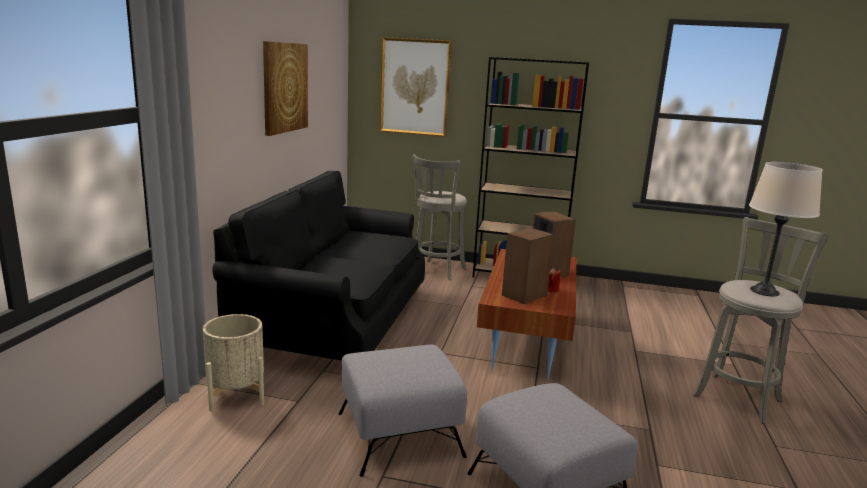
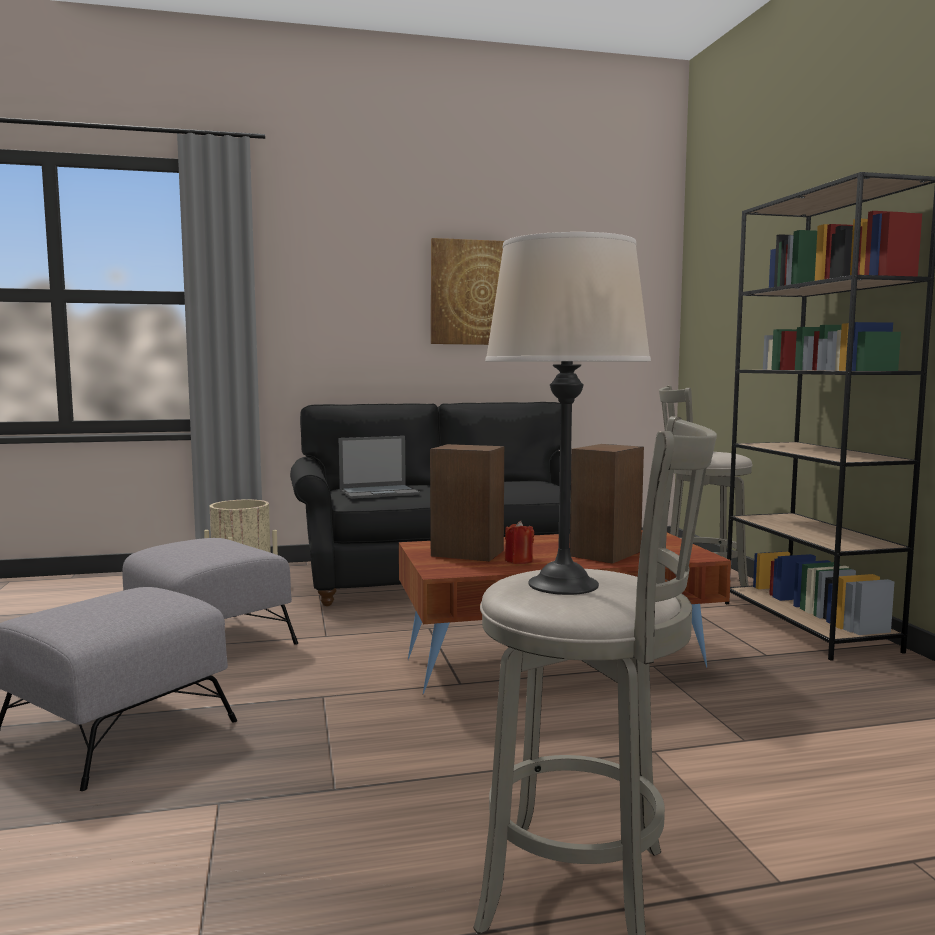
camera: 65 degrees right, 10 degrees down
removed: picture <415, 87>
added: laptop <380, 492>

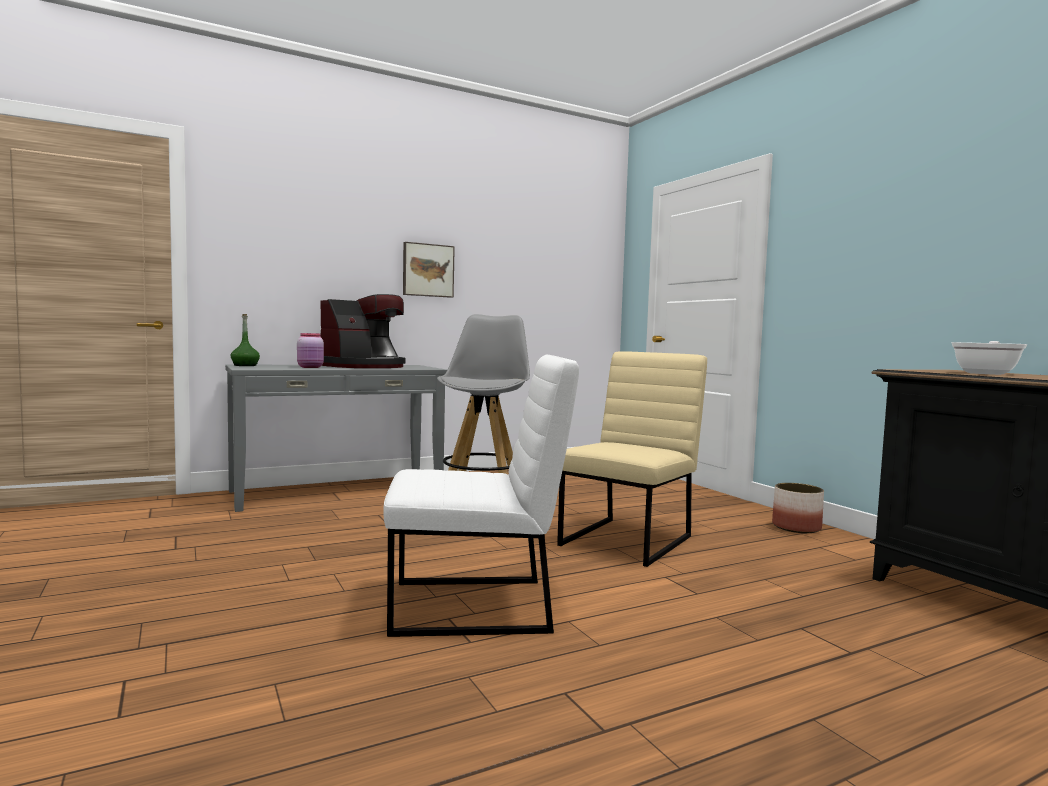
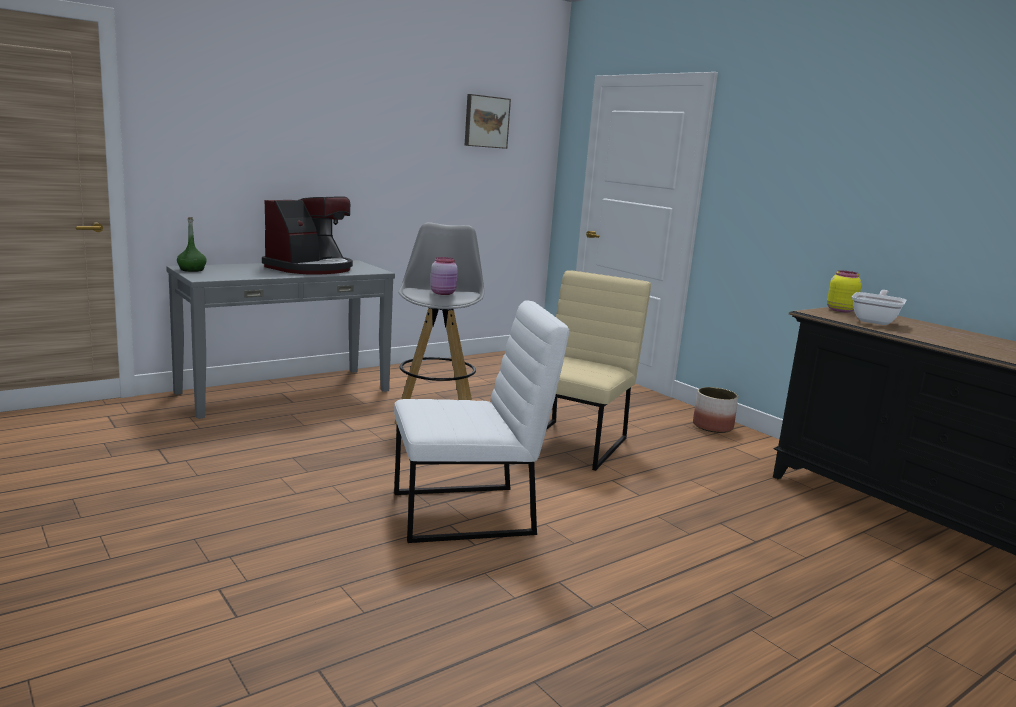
camera: 10 degrees left, 10 degrees up
added: yellow jar <839, 310>
moved: pink jar <311, 367> to <443, 293>; picture <427, 270> to <486, 121>

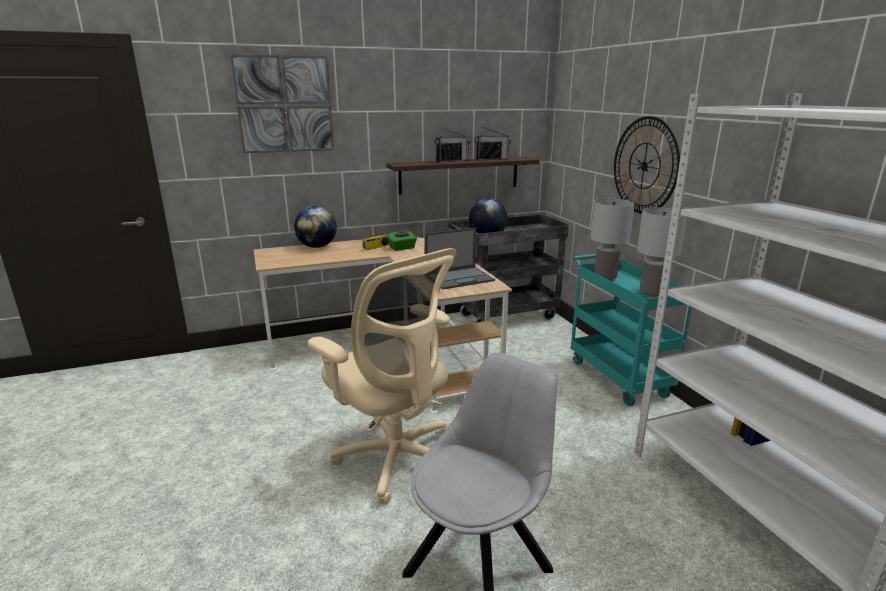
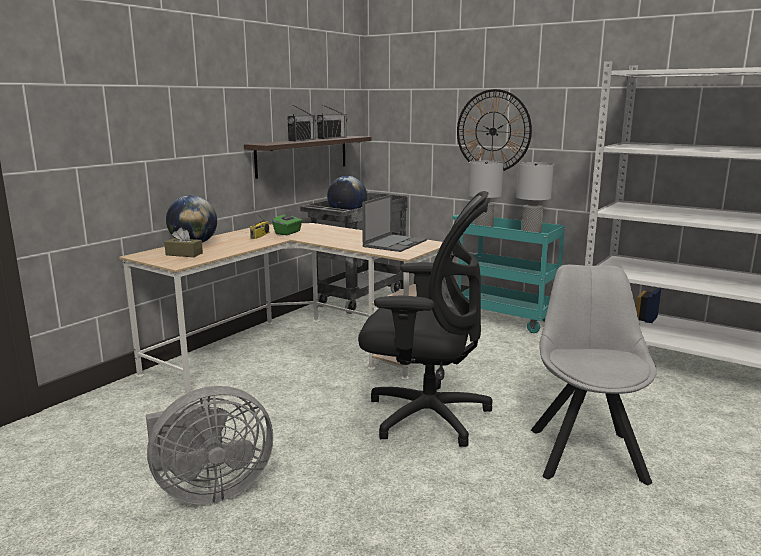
camera: 35 degrees left, 5 degrees down
removed: picture <284, 104>
added: grey fan <209, 490>; brown tissue box <184, 254>
recoloured: beige office chair <392, 456> to black office chair <420, 417>

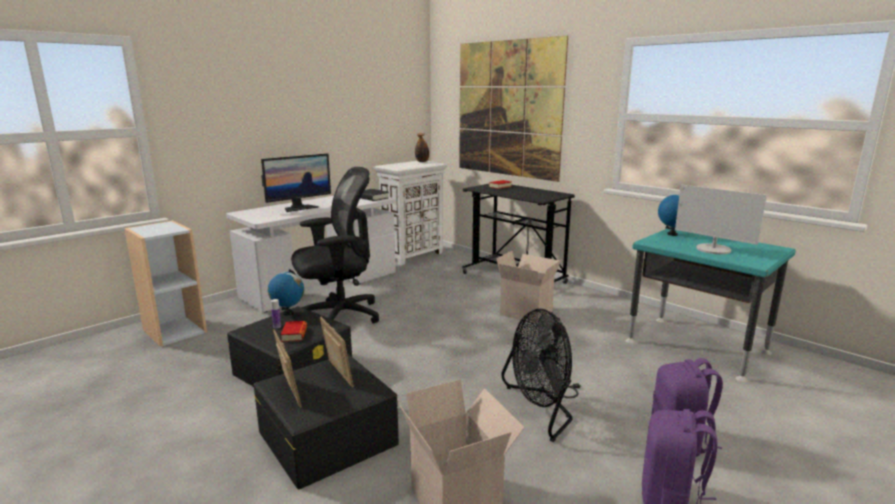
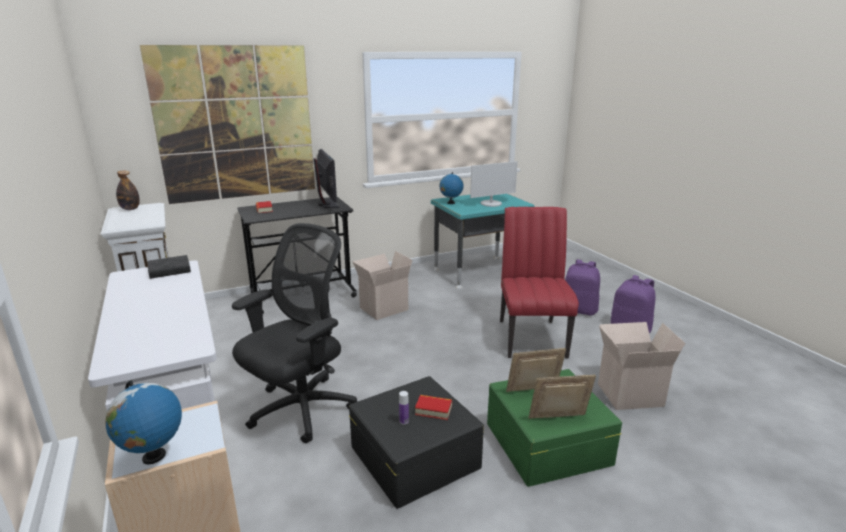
camera: 70 degrees left, 5 degrees up
moved: monitor <299, 208> to <327, 204>; globe <288, 313> to <153, 457>
replaced: black fan <544, 406> to red chair <532, 339>
recoloured: black storage box <327, 437> to green storage box <546, 443>
turned: black office chair <336, 317> = <298, 412> 45 degrees clockwise

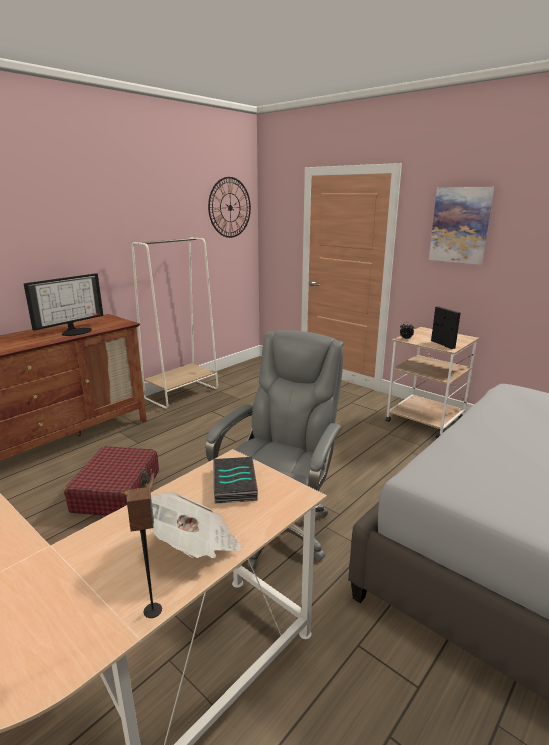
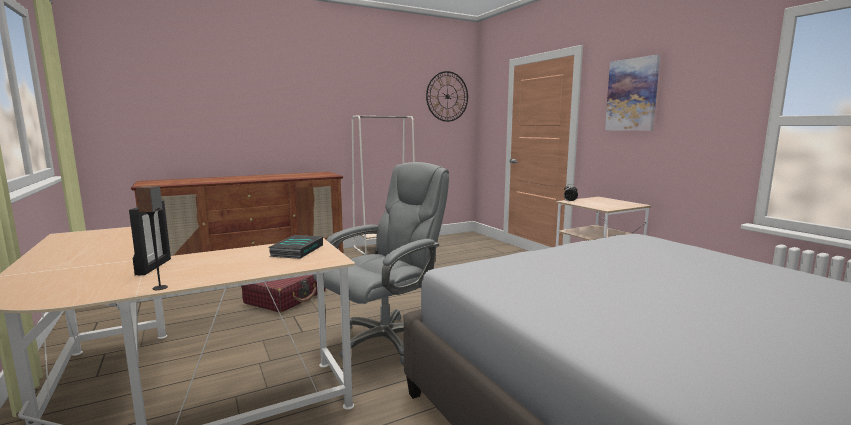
camera: 20 degrees right, 10 degrees down
removed: monitor <75, 331>; newspaper <194, 545>
moved: picture frame <442, 344> to <153, 266>

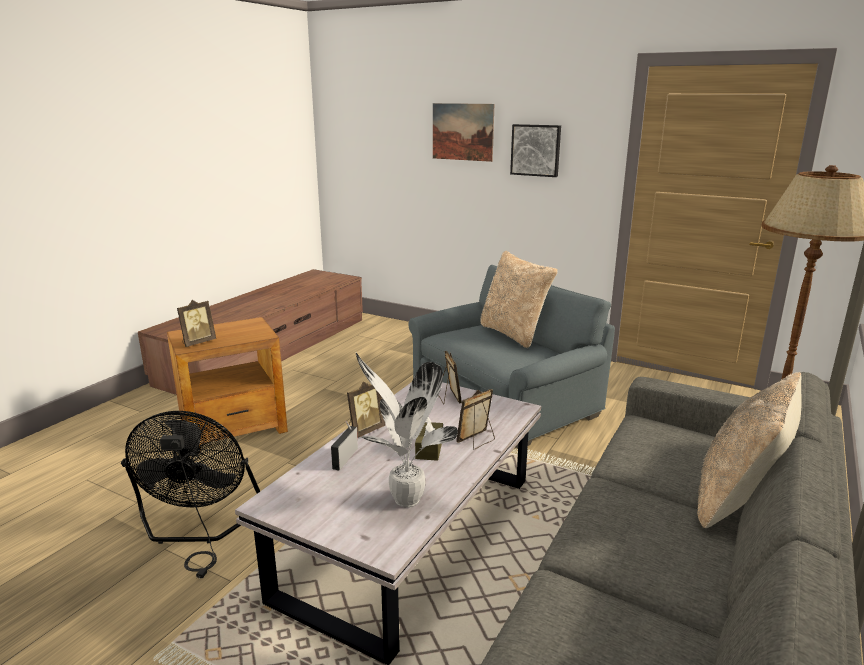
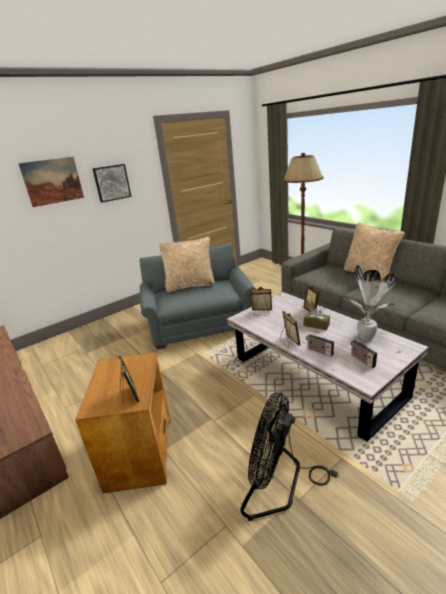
camera: 65 degrees left, 5 degrees up
added: radio <361, 360>

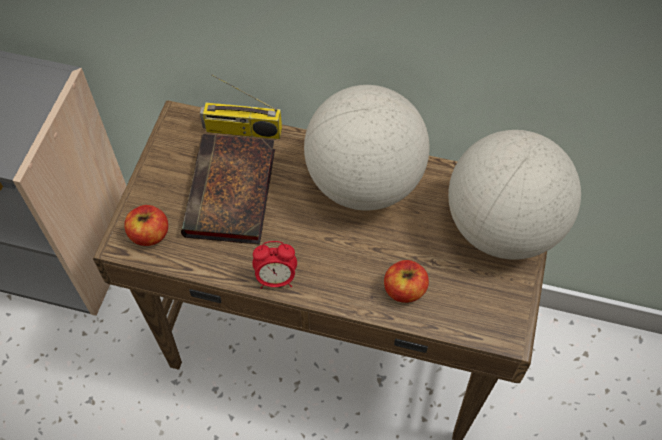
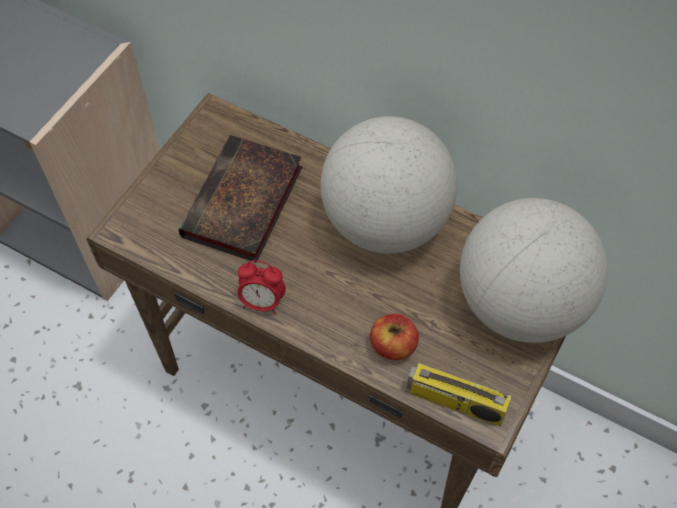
camera: 15 degrees right, 0 degrees up
removed: apple <150, 234>
moved: radio <242, 130> to <454, 402>

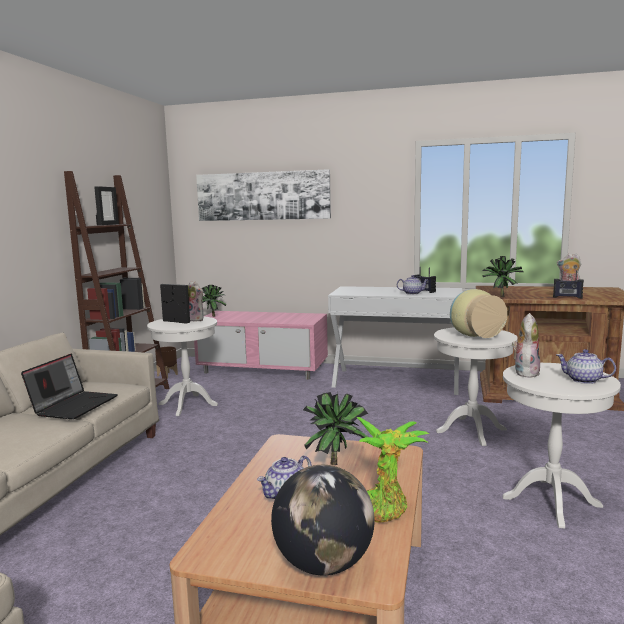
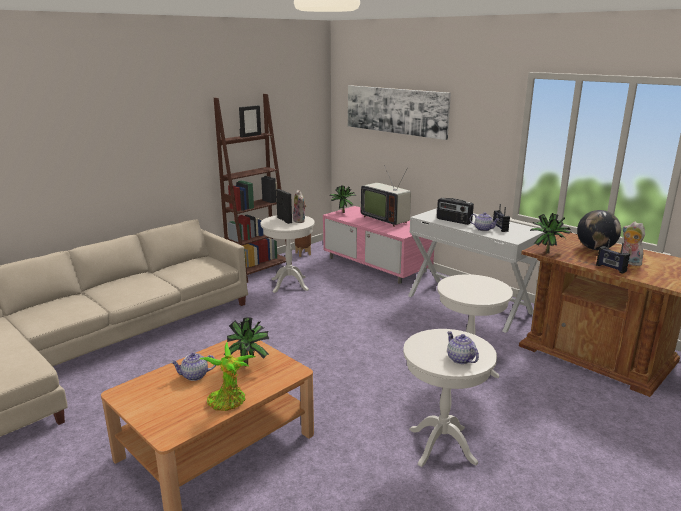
camera: 30 degrees right, 10 degrees up
removed: laptop <74, 405>; vase <474, 336>; plush toy <525, 372>
added: television <386, 219>; radio <453, 221>
moved: globe <323, 564> to <595, 249>

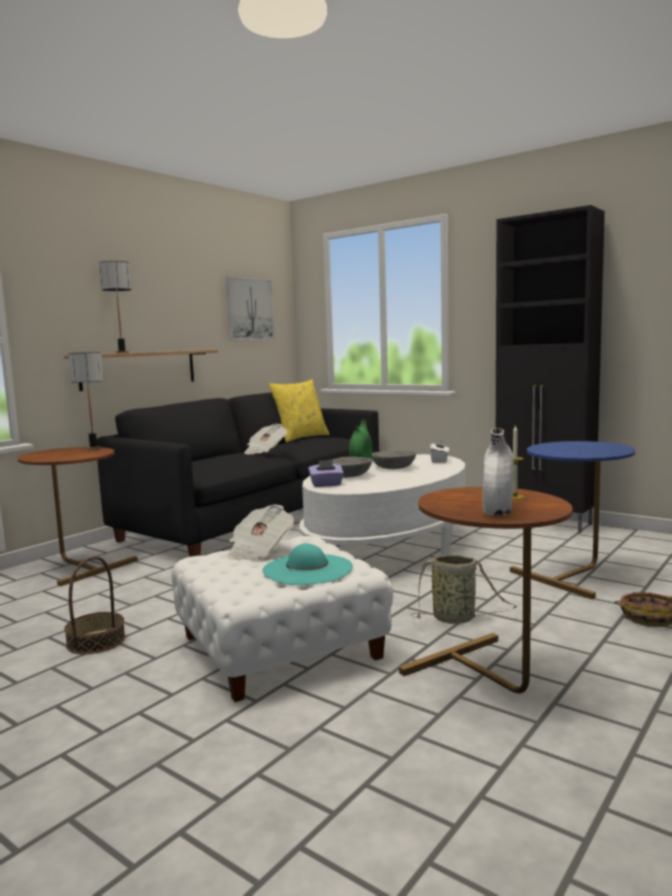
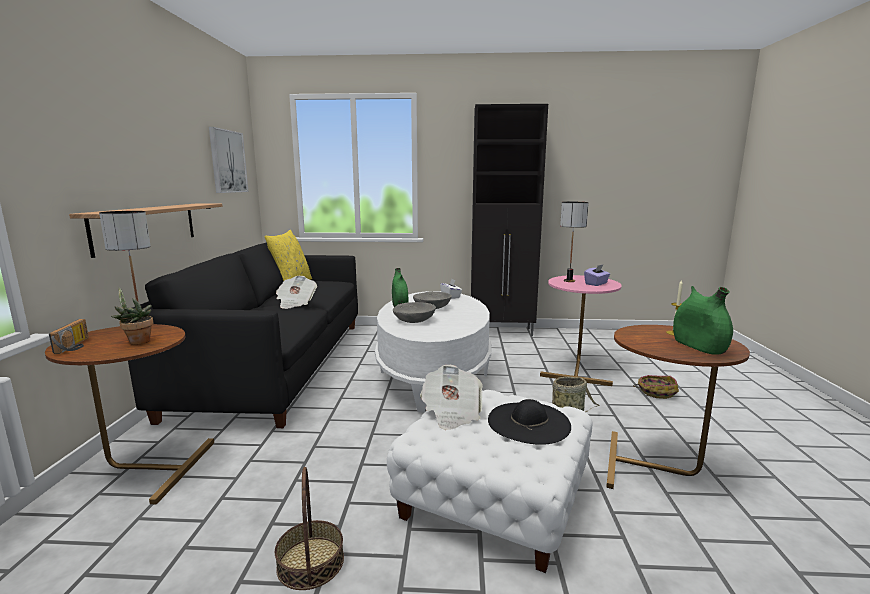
camera: 35 degrees left, 5 degrees up
added: radio <76, 346>; potted plant <137, 341>
moved: table lamp <122, 352> to <569, 281>; purple tissue box <326, 485> to <596, 284>
recoloured: turquoise hat <307, 569> to black hat <529, 422>; white vase <498, 509> to green vase <698, 347>; blue side table <576, 574> to pink side table <577, 369>

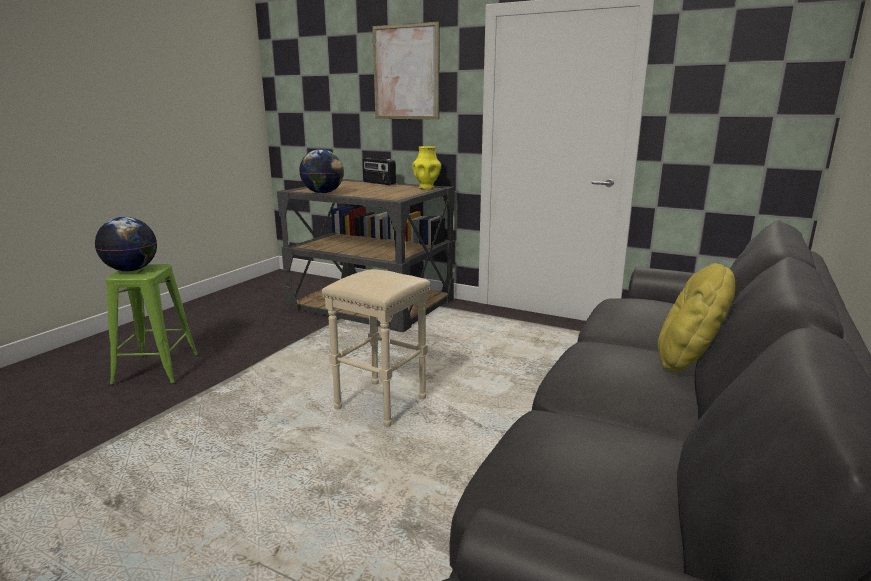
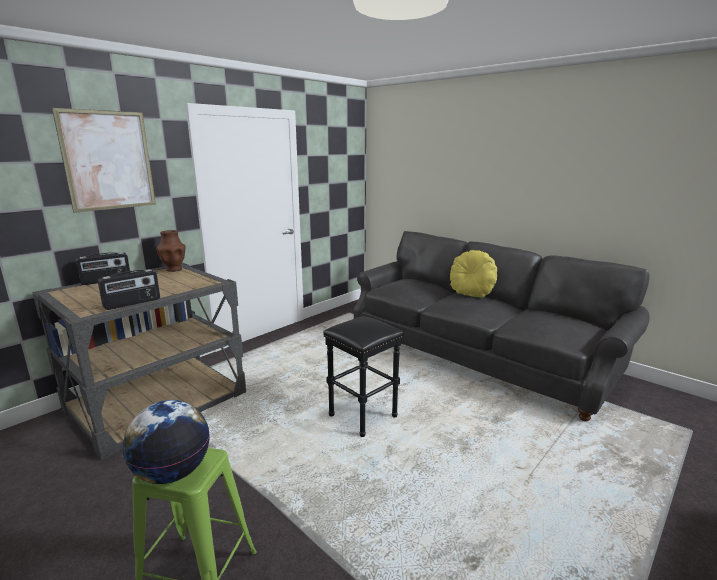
camera: 75 degrees left, 0 degrees up
replaced: globe <323, 193> to radio <132, 303>
recoloured: beige stool <381, 404> to black stool <364, 416>; yellow vase <426, 188> to brown vase <174, 269>

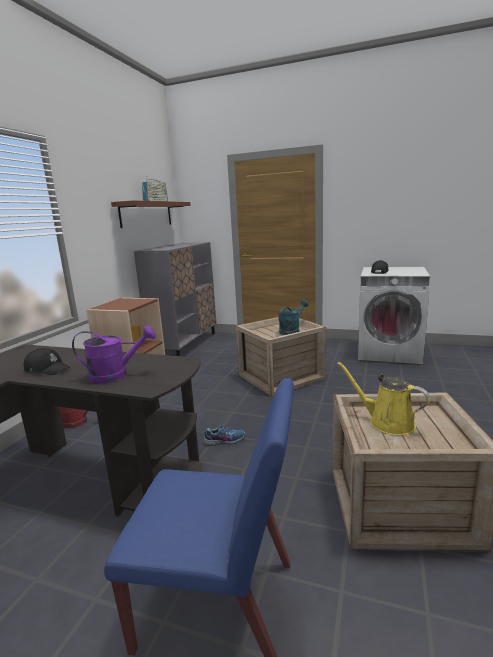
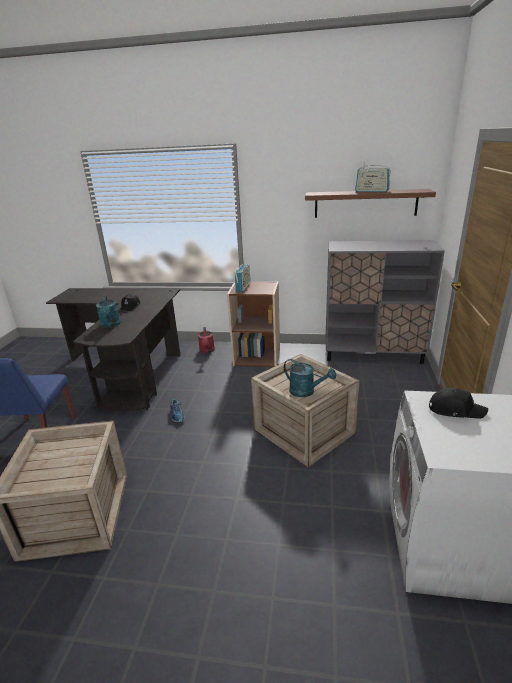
camera: 80 degrees right, 10 degrees up
removed: yellow watering can <387, 422>
added: radio <243, 287>
recoloured: purple watering can <116, 375> to turquoise watering can <110, 325>

